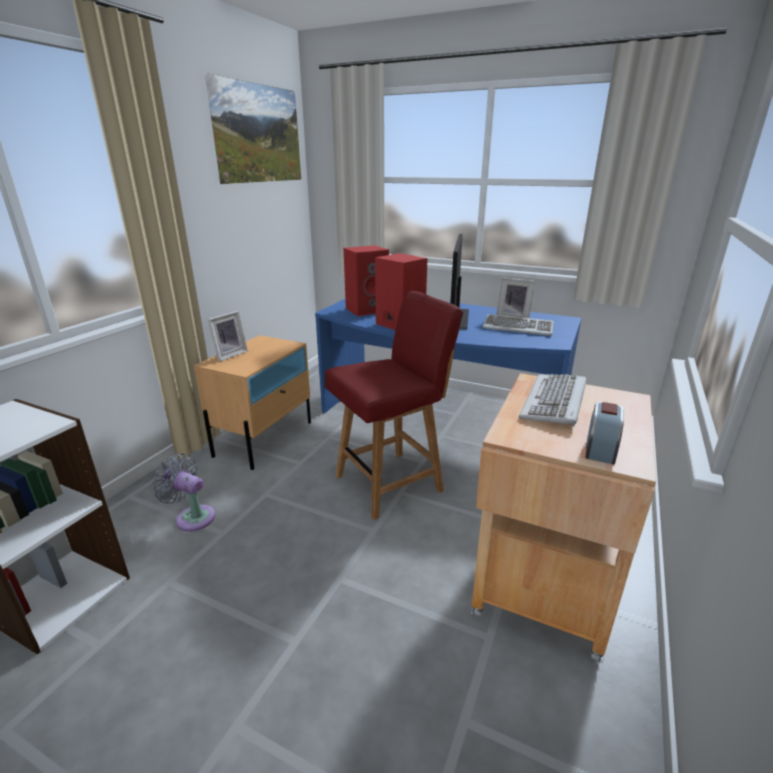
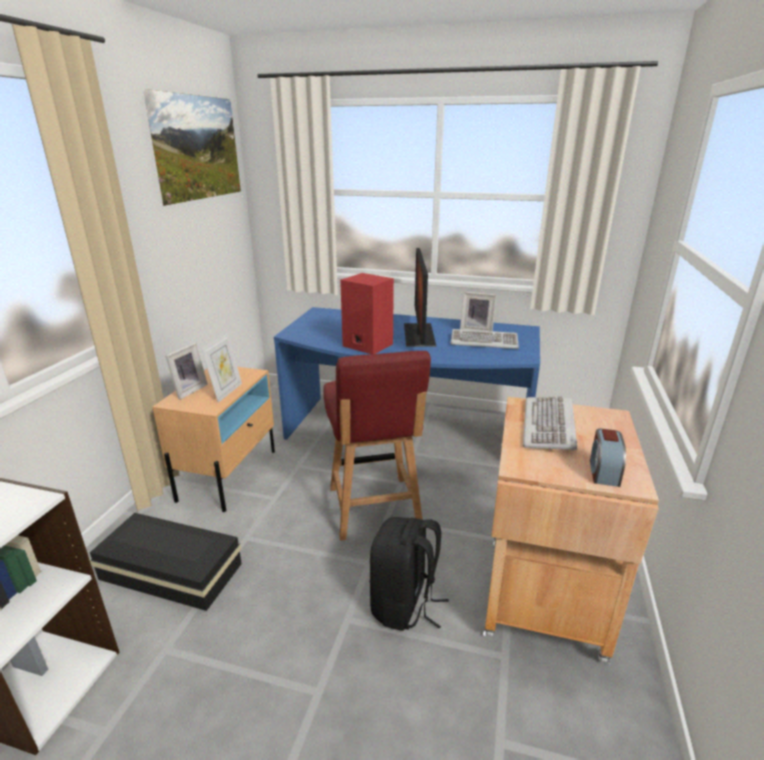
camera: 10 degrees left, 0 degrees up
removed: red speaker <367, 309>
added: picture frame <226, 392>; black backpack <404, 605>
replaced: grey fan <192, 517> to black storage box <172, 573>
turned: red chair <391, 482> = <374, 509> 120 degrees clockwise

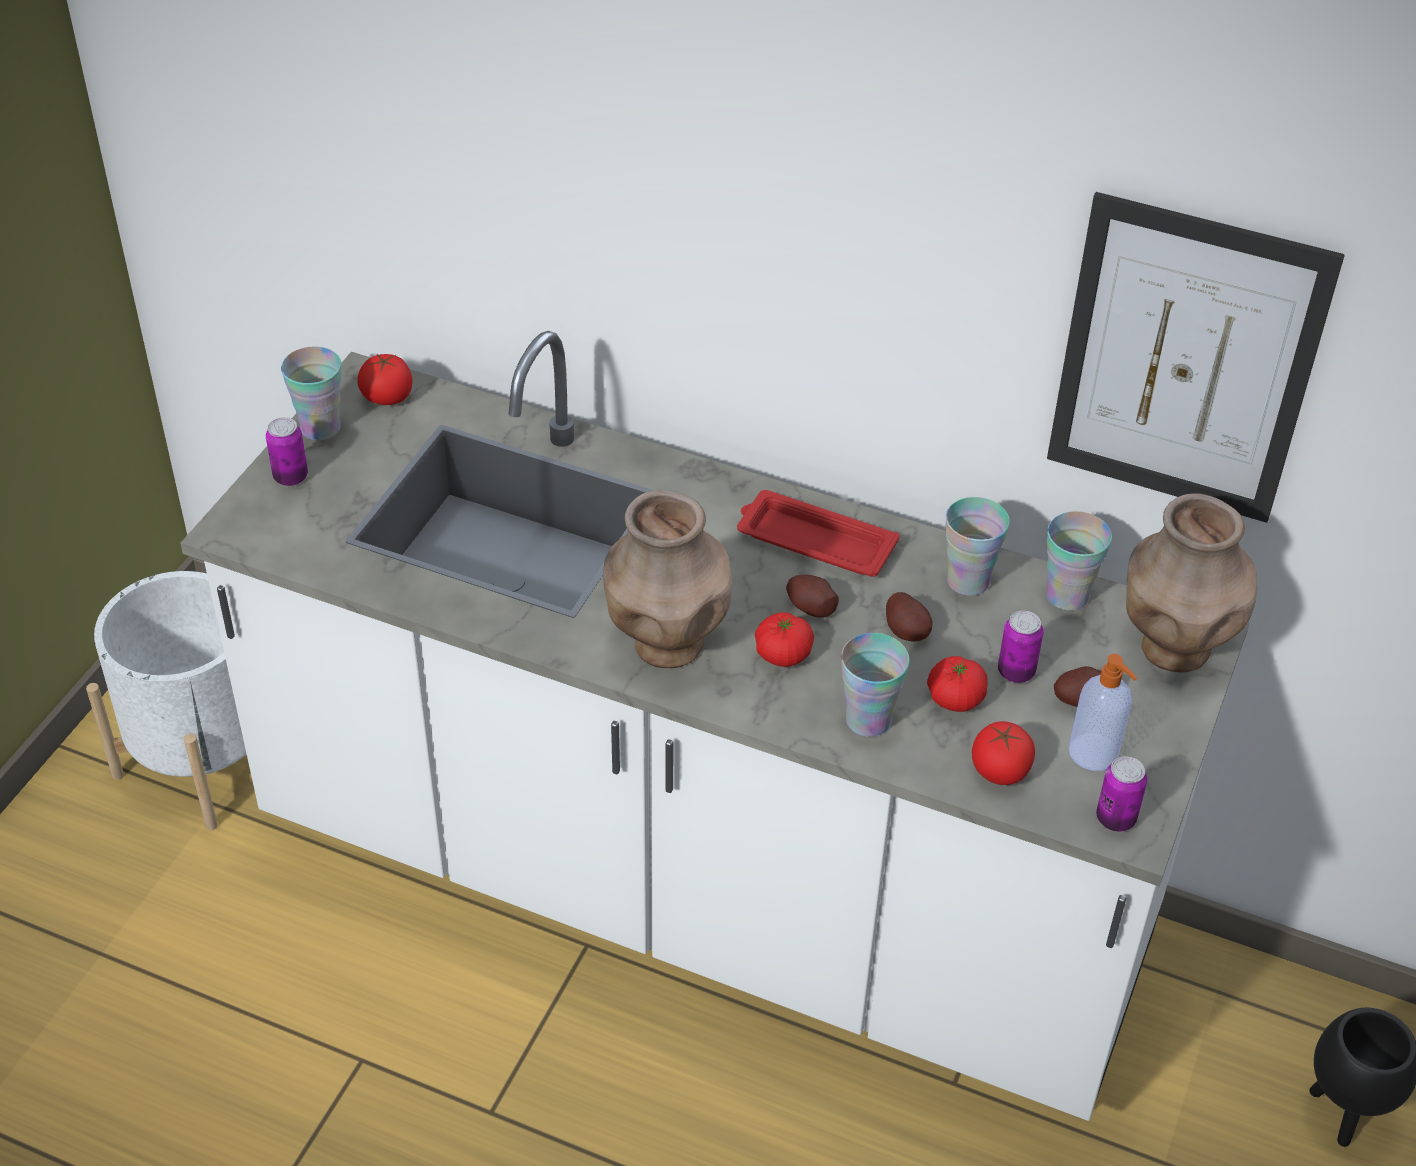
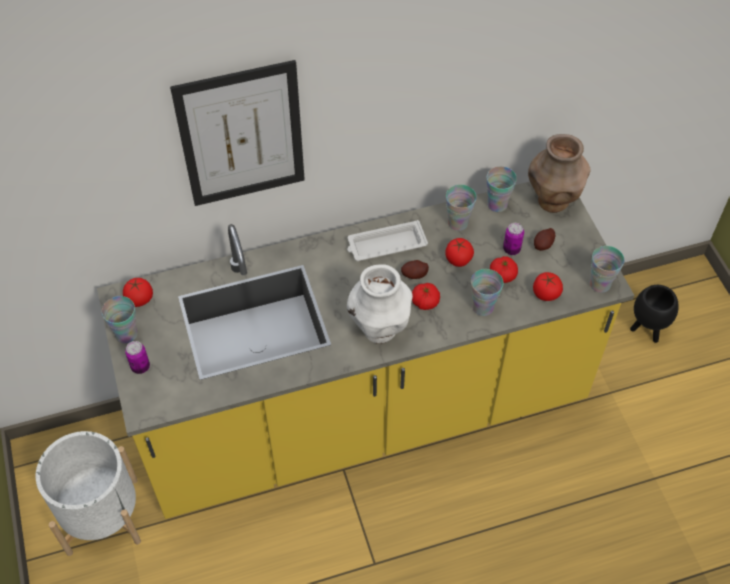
camera: 40 degrees left, 10 degrees up
removed: soap dispenser <1095, 754>
moved: picture <1185, 361> to <241, 135>
replaced: potato <907, 631> to tomato <458, 259>; can <1115, 819> to cup <600, 284>
recoloured: white counter <700, 893> to yellow counter <365, 415>; brown vase <667, 645> to white vase <379, 330>; red tray <813, 541> to white tray <385, 245>

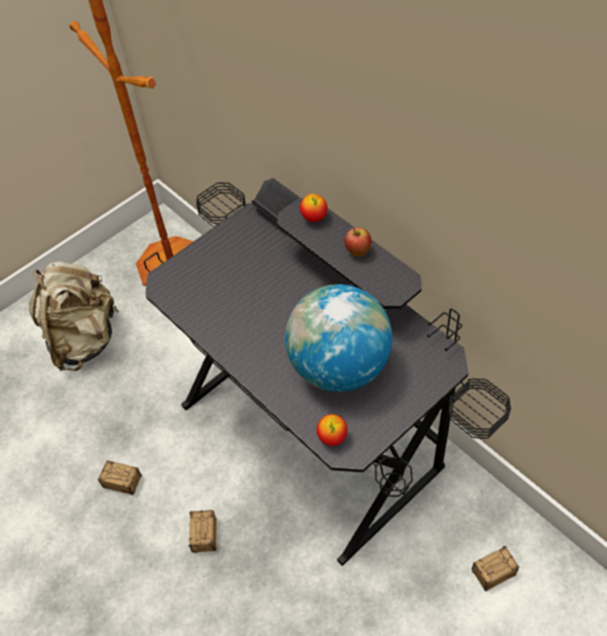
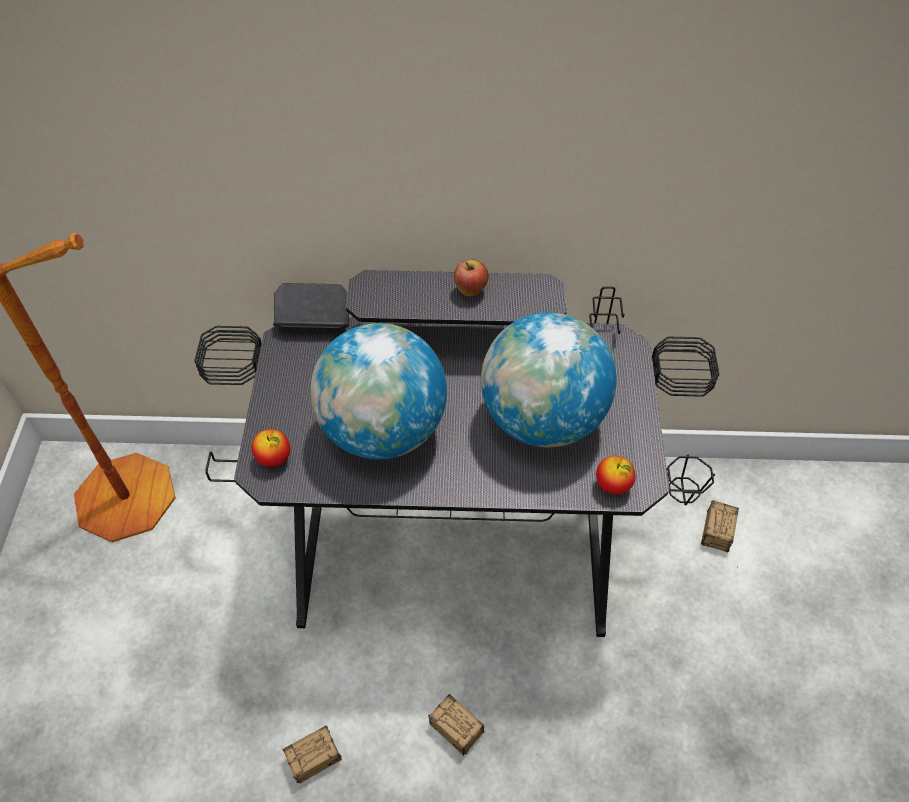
camera: 50 degrees left, 0 degrees up
removed: beige backpack <84, 339>
added: globe <383, 430>
moved: apple <314, 218> to <274, 458>

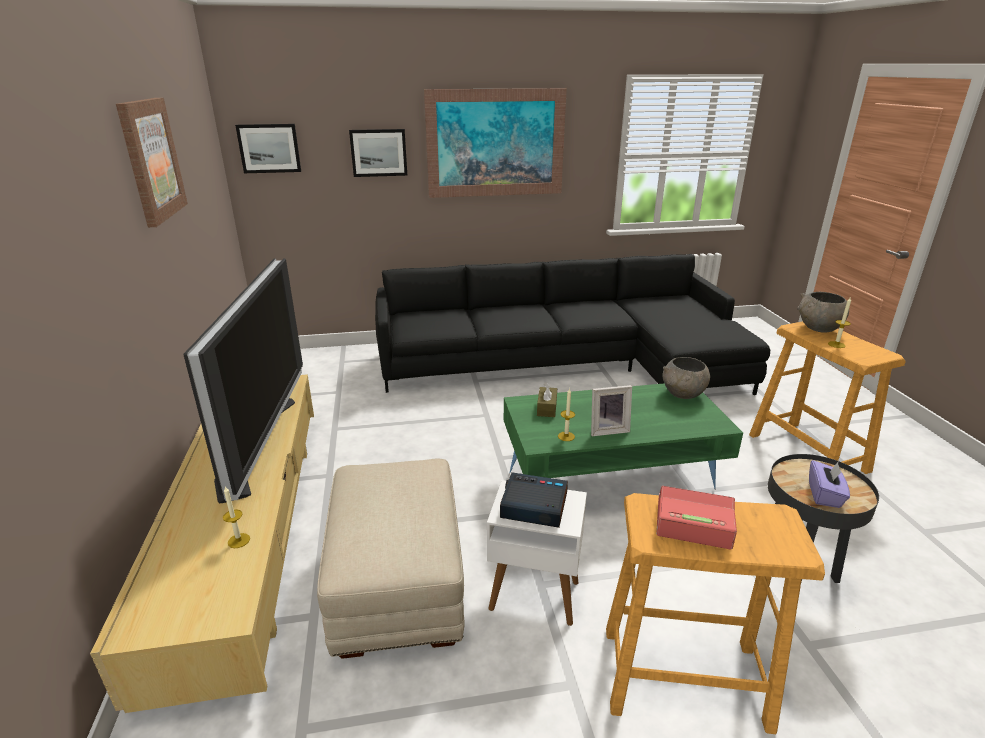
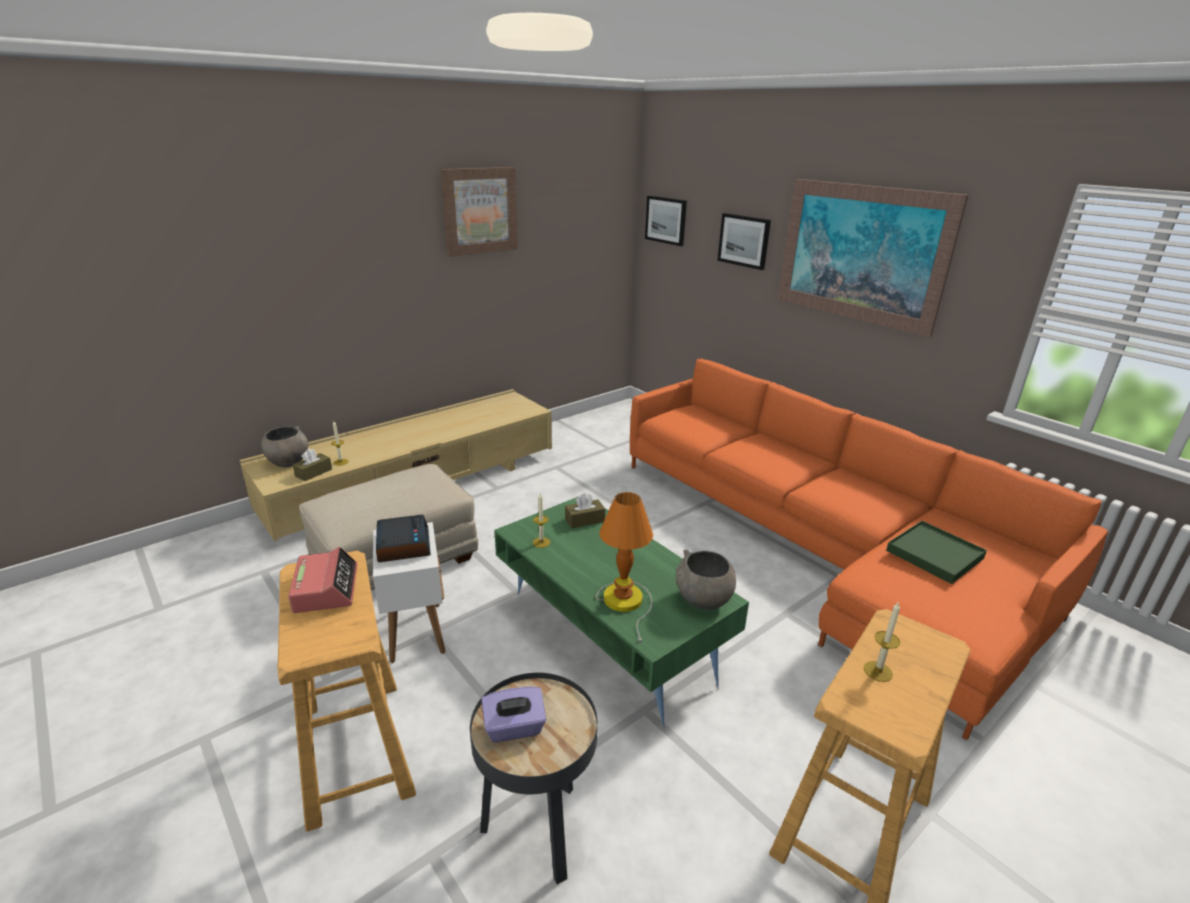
camera: 60 degrees right, 0 degrees up
removed: television <259, 443>; picture frame <607, 430>
added: brown tissue box <313, 473>; table lamp <626, 601>; green tray <935, 554>
moved: grey bowl <818, 329> to <288, 462>
recoloured: black sofa <571, 363> to orange sofa <822, 548>

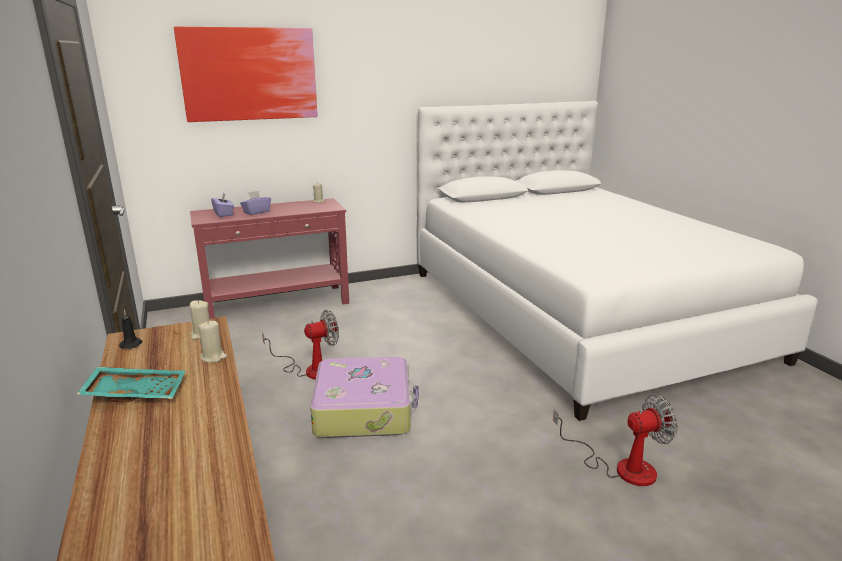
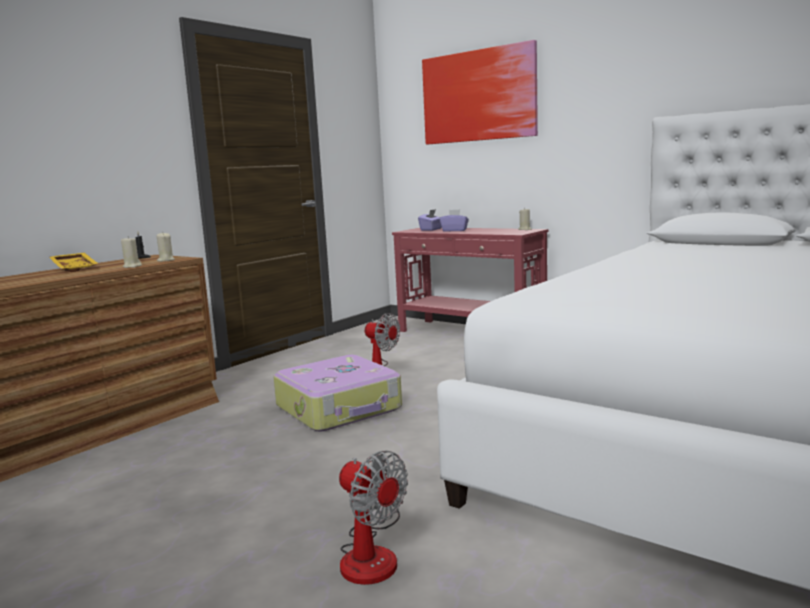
camera: 60 degrees right, 10 degrees down
recoloured: turquoise tray <136, 392> to yellow tray <75, 268>

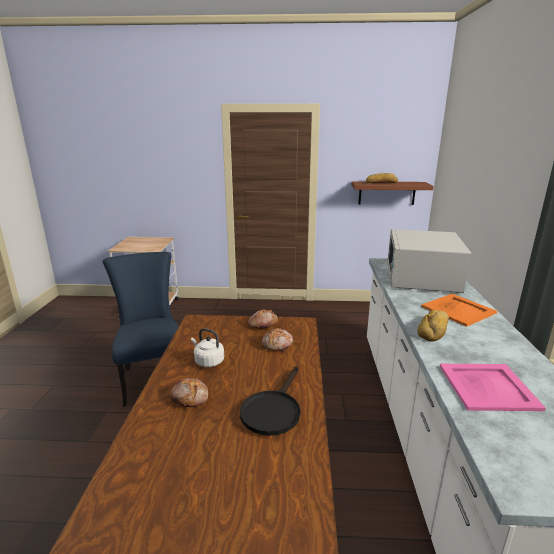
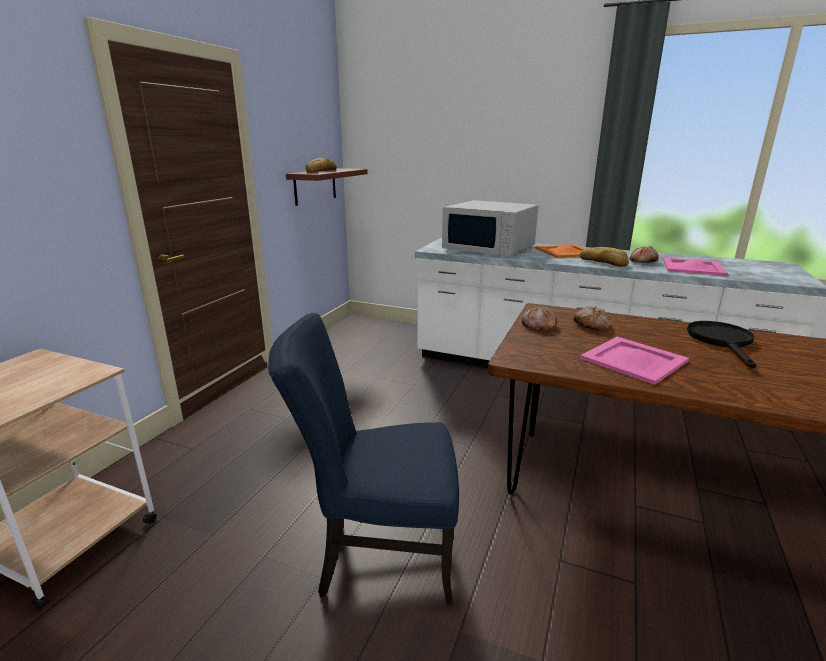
camera: 70 degrees left, 0 degrees up
moved: bread <190, 397> to <642, 261>
replaced: white kettle <208, 361> to pink tray <634, 360>
turned: black frying pan <273, 410> = <722, 341> 120 degrees counterclockwise

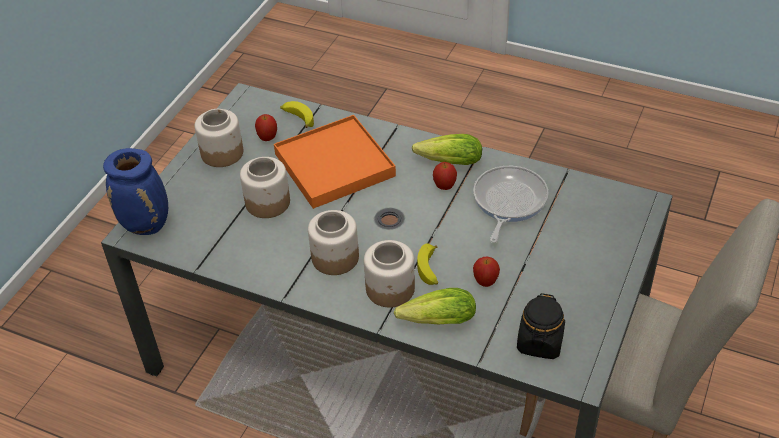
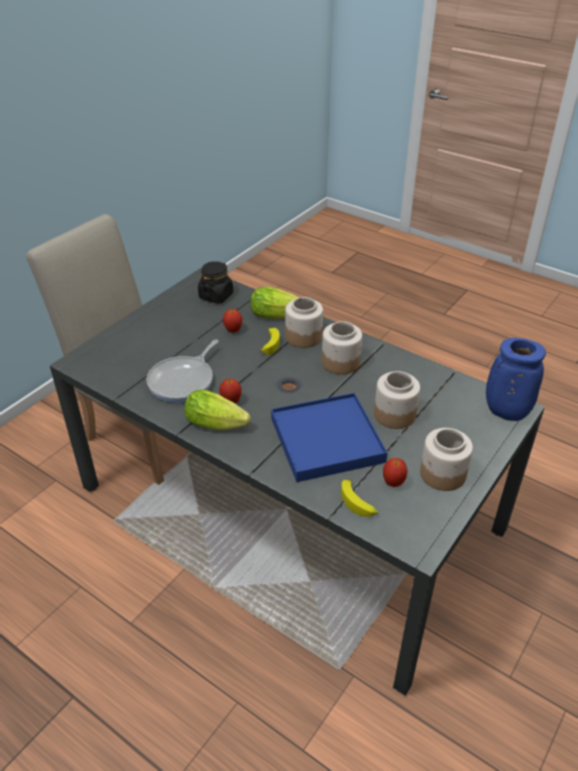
camera: 170 degrees left, 5 degrees down
recoloured: orange tray <334, 165> to blue tray <327, 440>

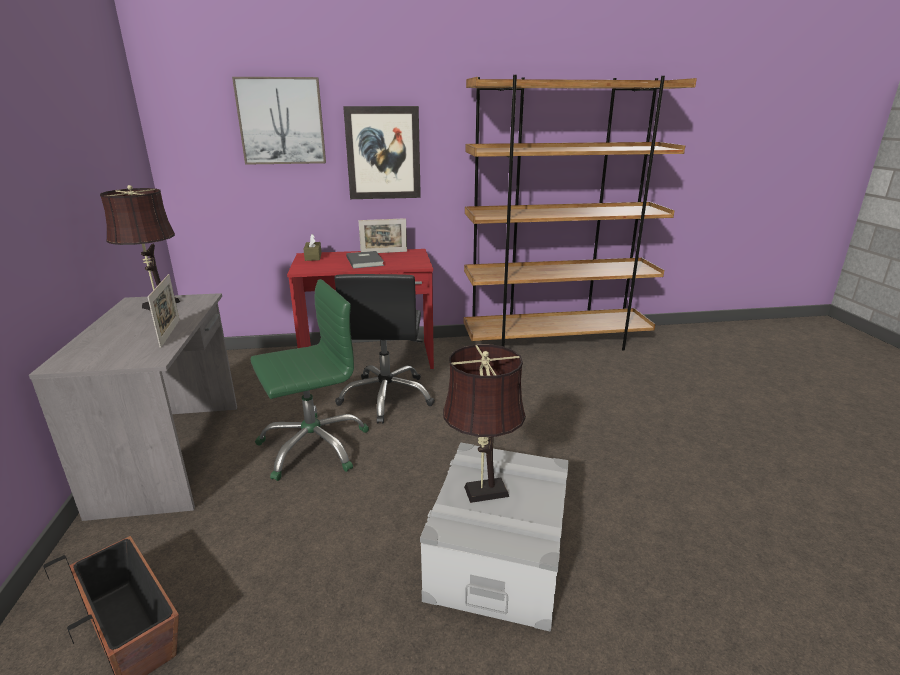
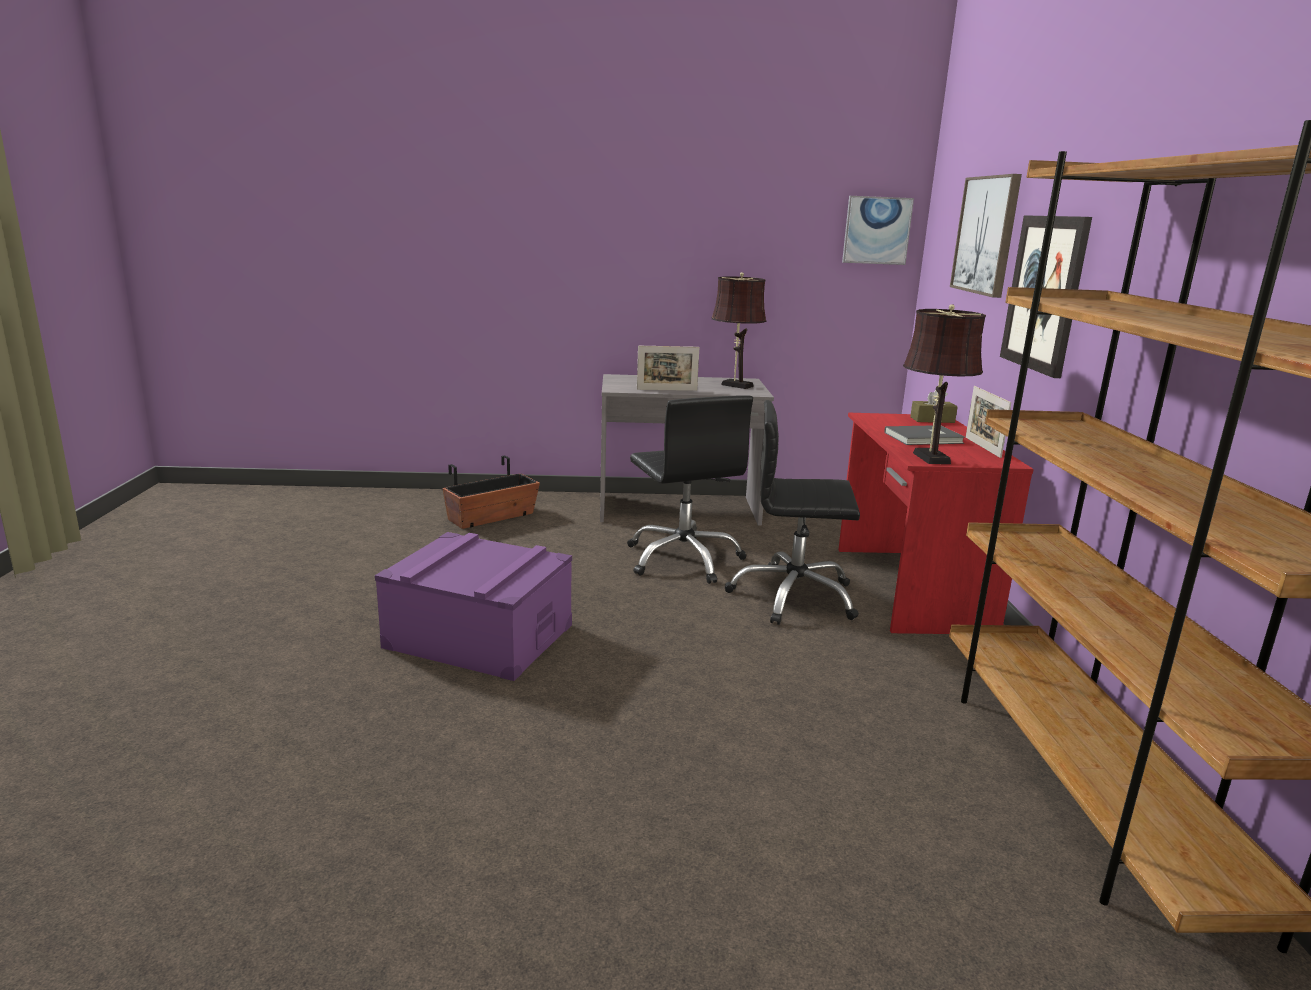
camera: 95 degrees right, 5 degrees down
added: picture <876, 230>
moved: brown table lamp <482, 492> to <929, 457>
recoloured: green office chair <313, 446> to black office chair <684, 559>; grey storage box <499, 555> to purple storage box <479, 636>

